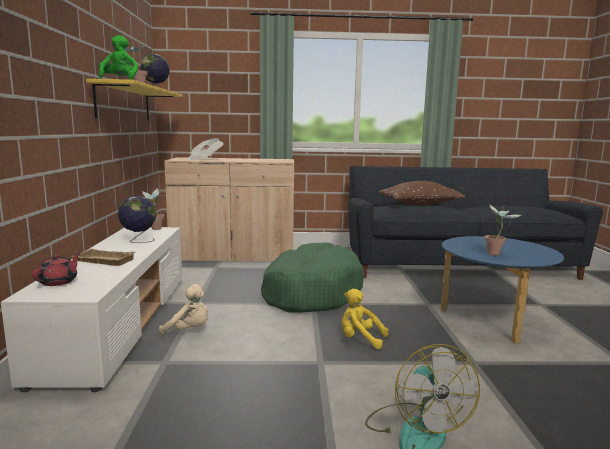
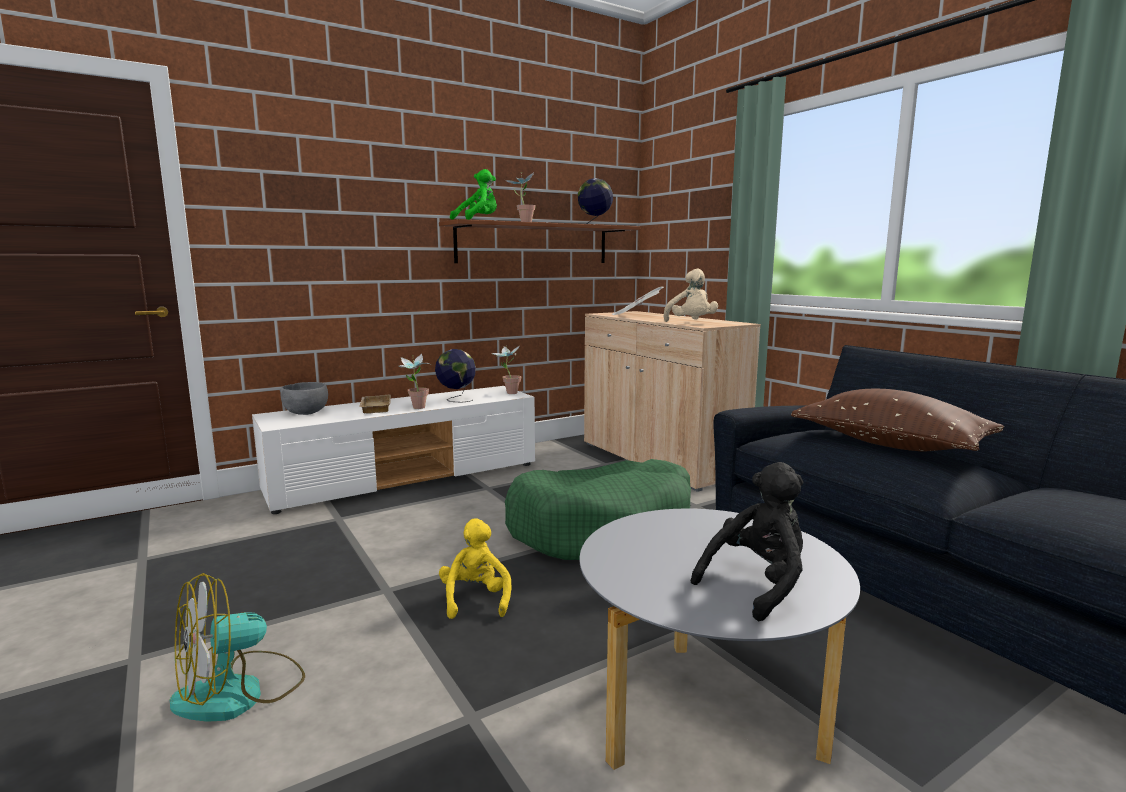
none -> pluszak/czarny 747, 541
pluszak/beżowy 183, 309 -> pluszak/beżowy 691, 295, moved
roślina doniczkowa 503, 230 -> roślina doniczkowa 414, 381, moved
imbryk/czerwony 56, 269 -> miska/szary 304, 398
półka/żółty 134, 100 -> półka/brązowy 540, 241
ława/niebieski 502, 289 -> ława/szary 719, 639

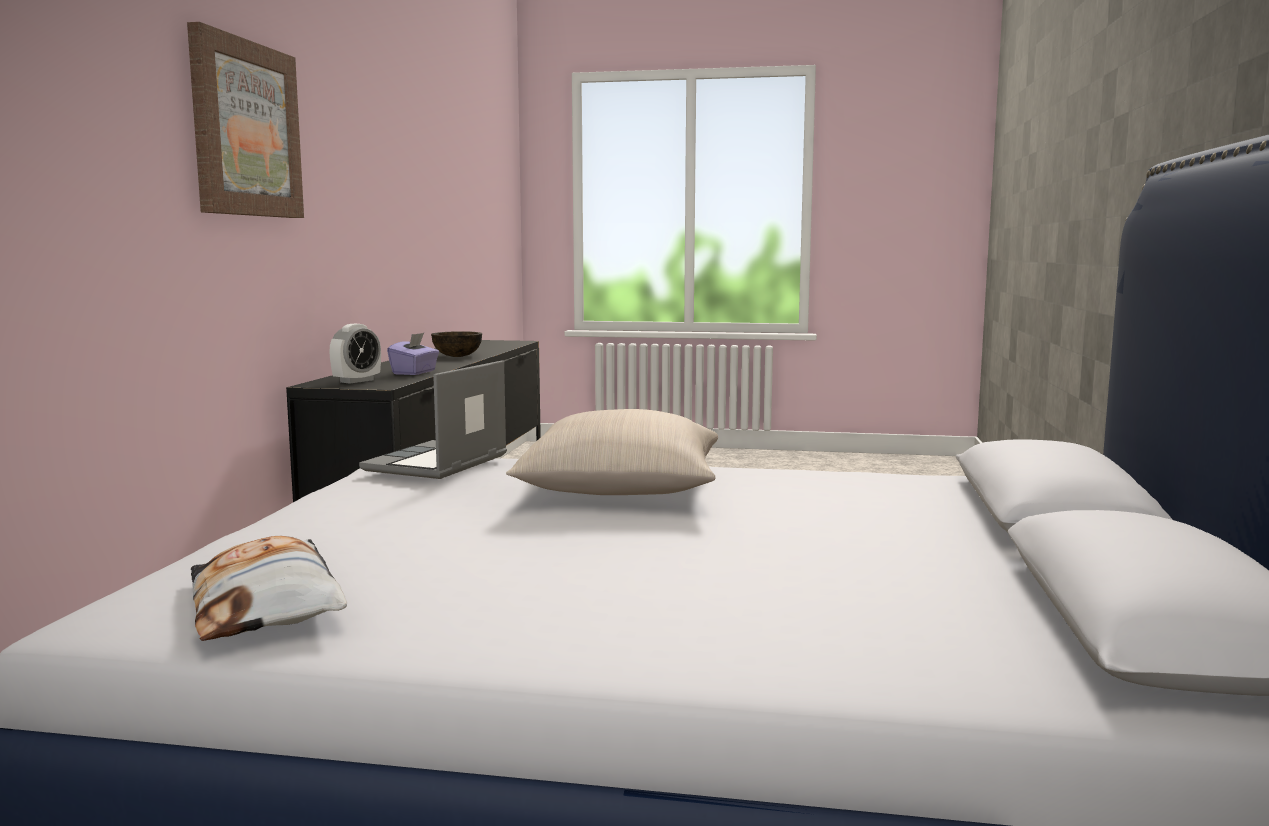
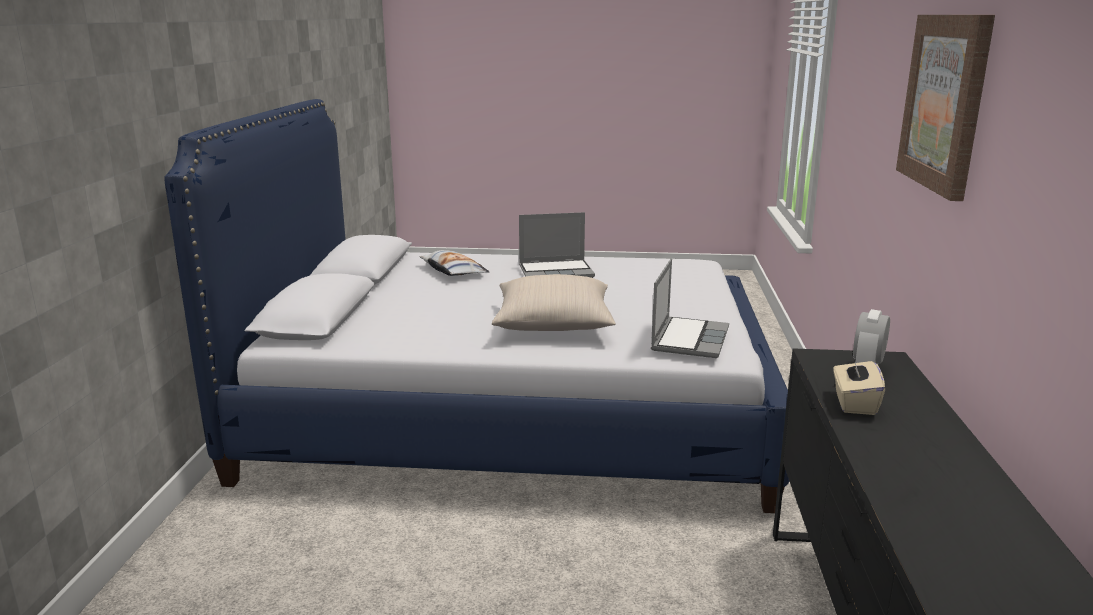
miska/brązowy 456, 344 -> none
none -> laptop 557, 245
poduszka 269, 588 -> poduszka 454, 263, moved
pudełko chusteczek/fioletowy 413, 354 -> pudełko chusteczek/beżowy 859, 384

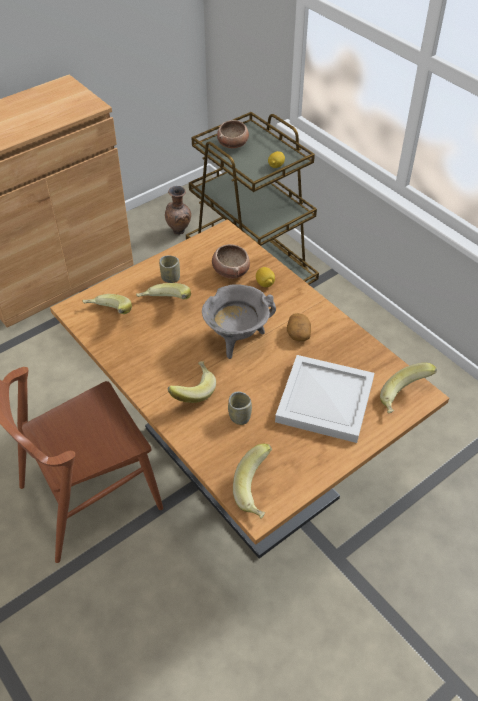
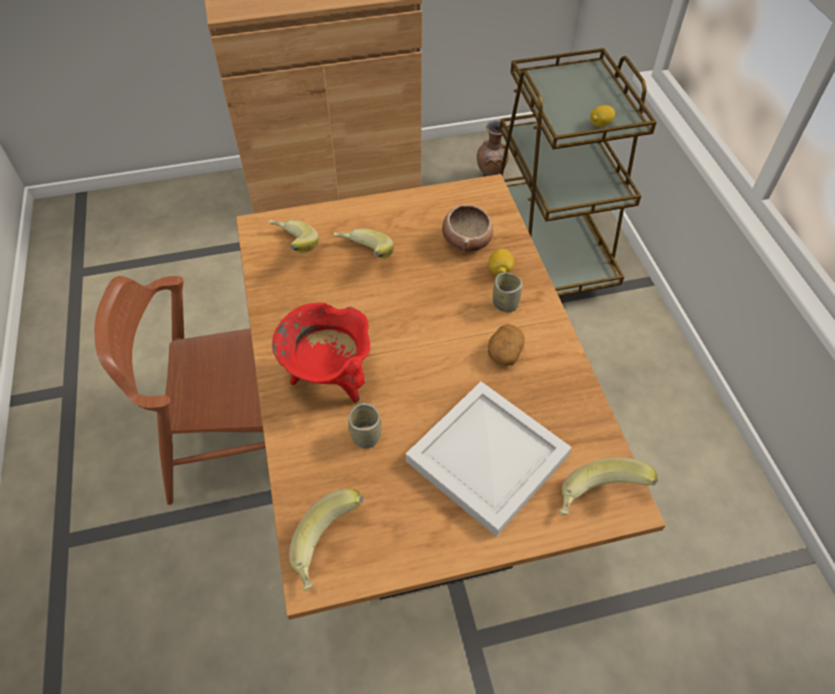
garnek/szary 239, 321 -> none
miska 233, 134 -> none
filiżanka 169, 269 -> filiżanka 508, 292, moved
banan 191, 382 -> garnek/czerwony 321, 353

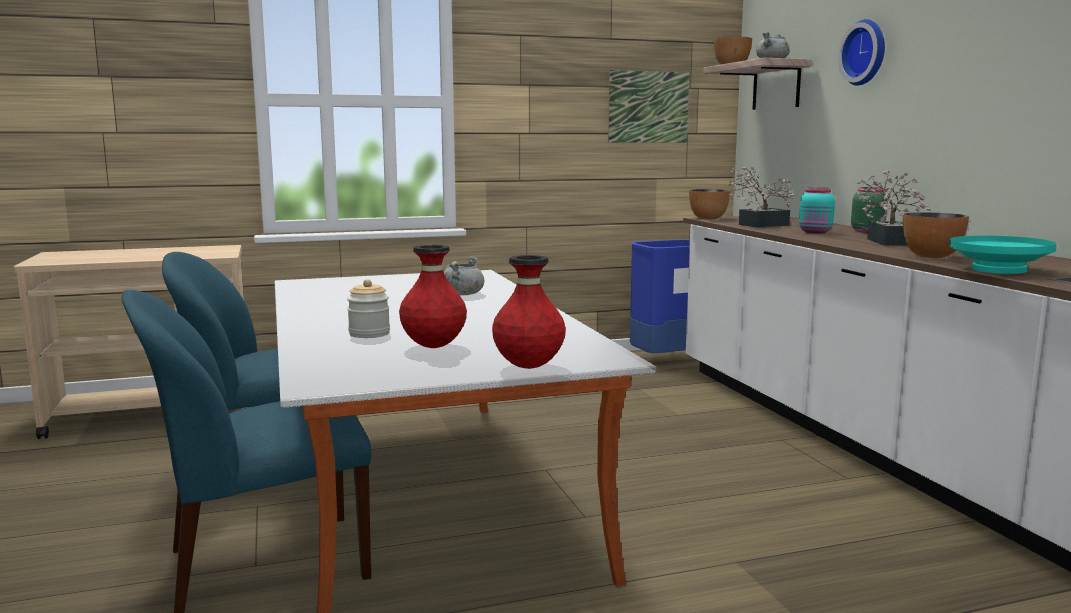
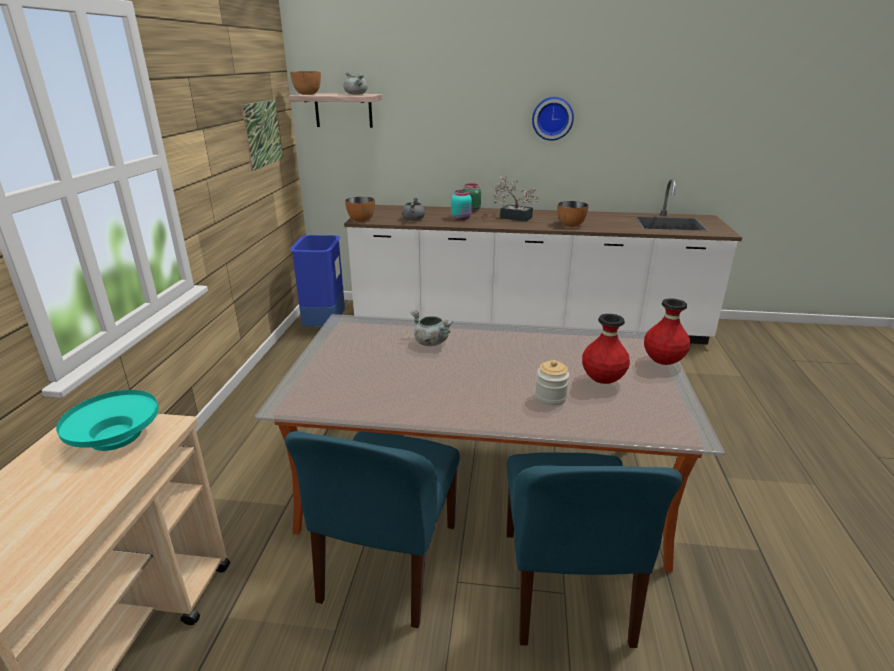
zegar ścienny 861, 52 -> zegar ścienny 553, 119, moved
miska/turkusowy 1003, 255 -> miska/turkusowy 107, 420, moved
roślina doniczkowa 761, 196 -> garnek/szary 413, 209

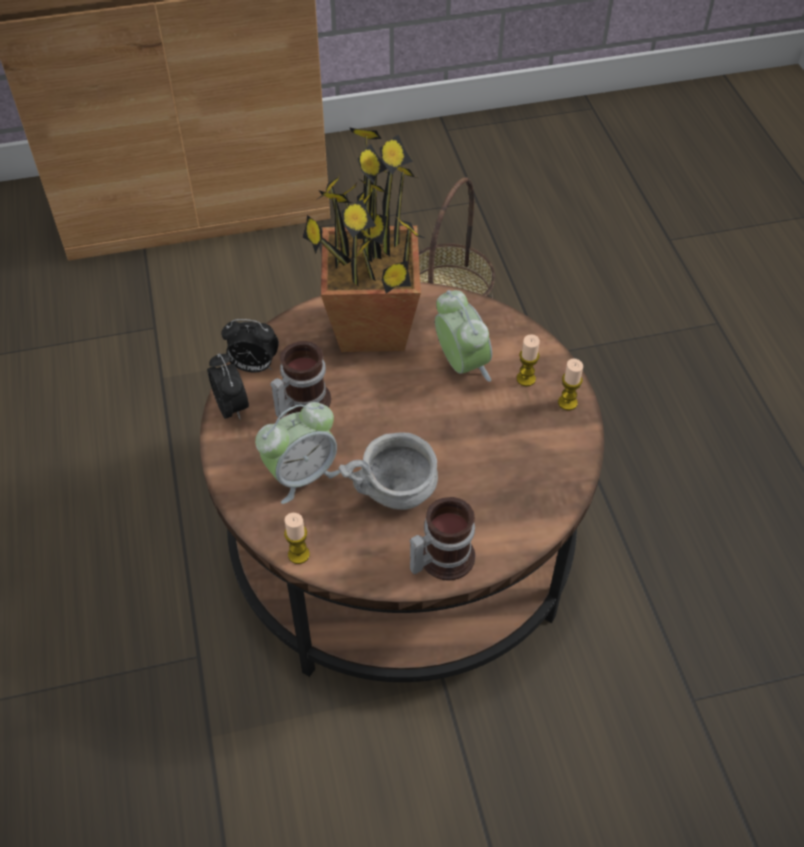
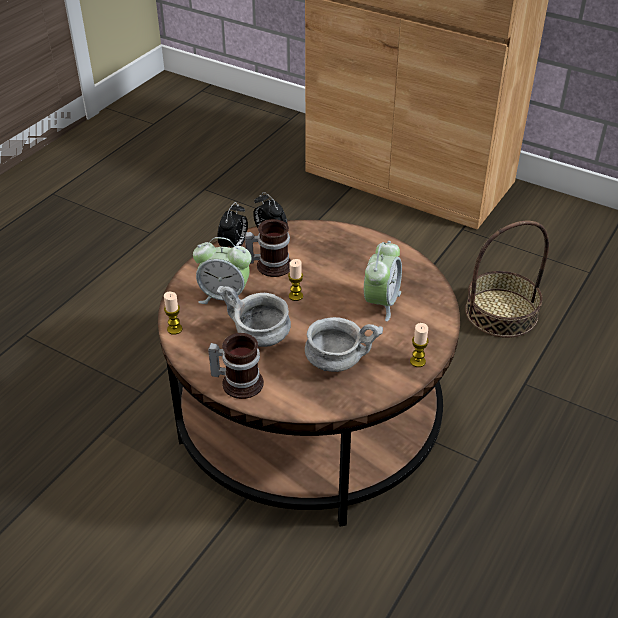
roślina doniczkowa 363, 239 -> none
none -> miska/szary 344, 344
świeca 528, 360 -> świeca 295, 280, moved

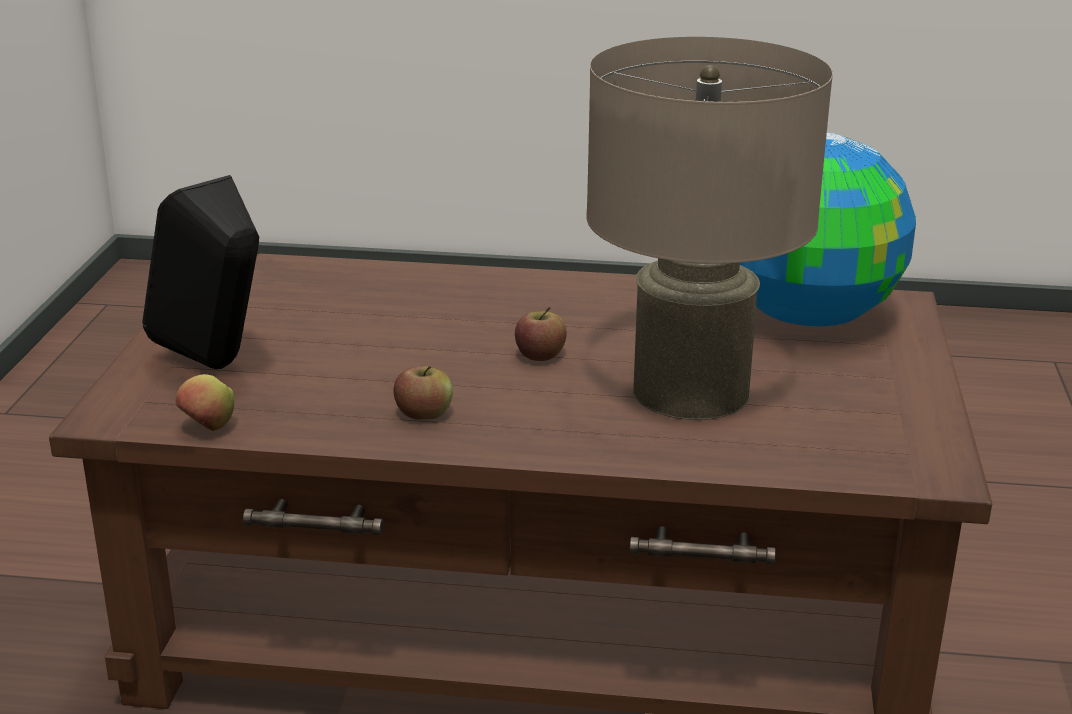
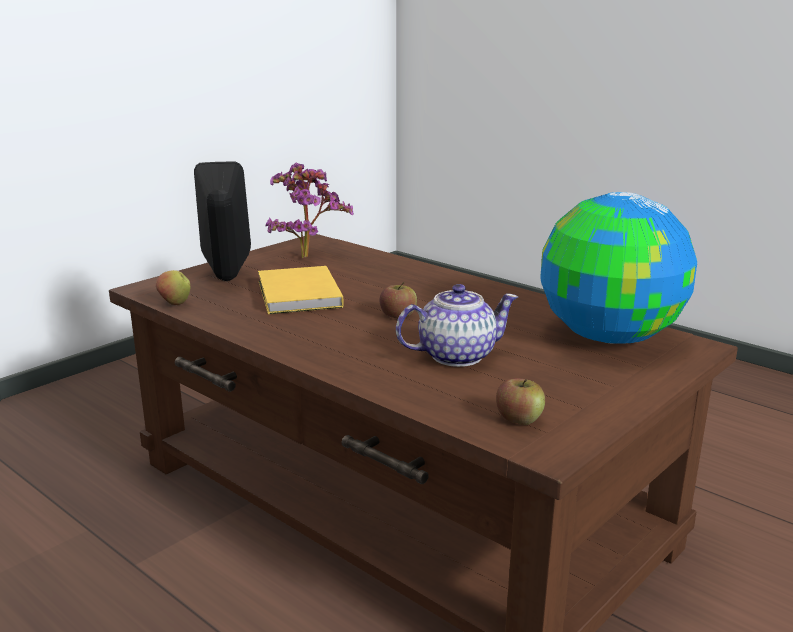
none -> książka/żółty 301, 290
none -> roślina doniczkowa 310, 210
jabłko 423, 393 -> jabłko 520, 401, moved
lampa stołowa/beżowy 709, 228 -> imbryk 457, 325

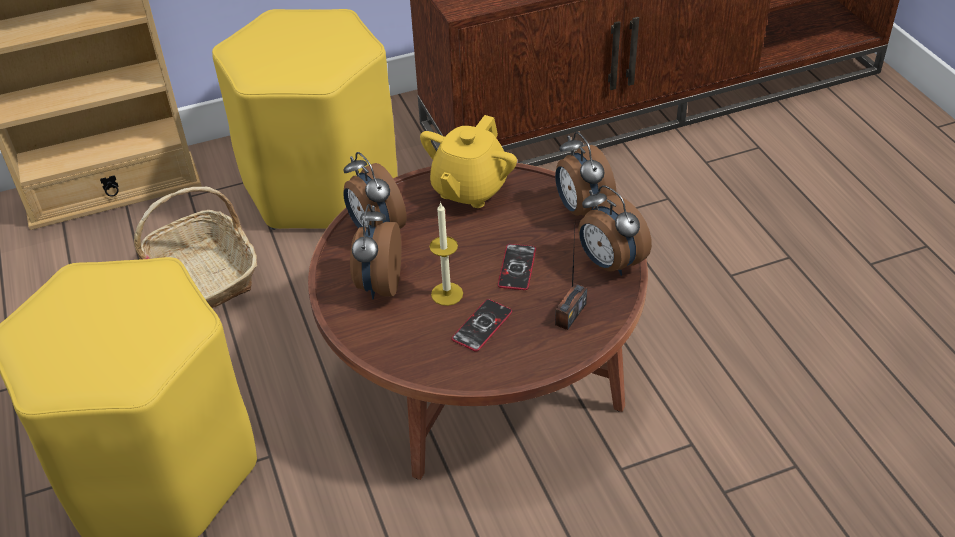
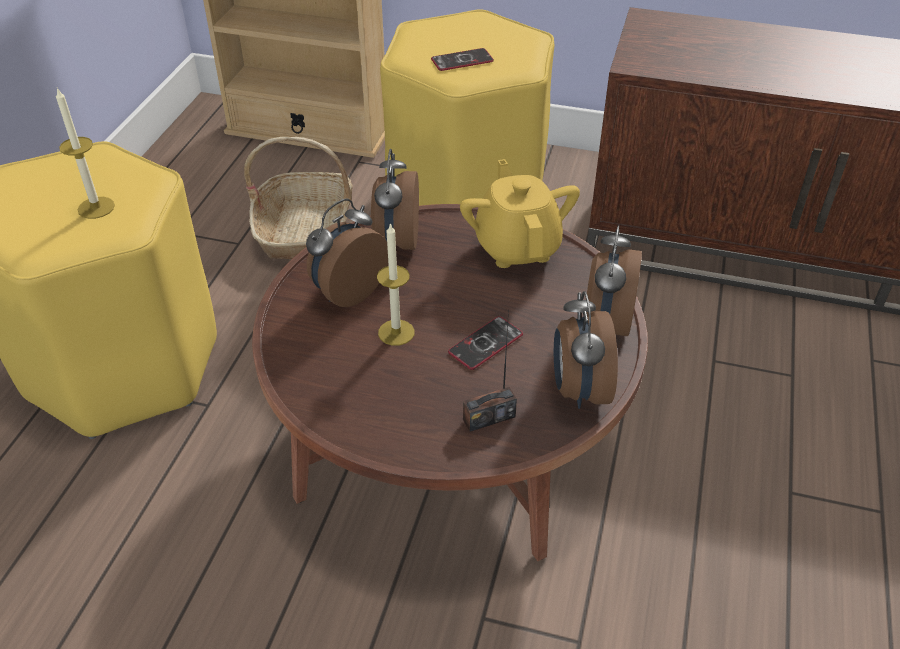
none -> świeca 85, 153
telefon 481, 325 -> telefon 462, 59, moved
imbryk/żółty 468, 161 -> imbryk/żółty 520, 213, 105 degrees clockwise

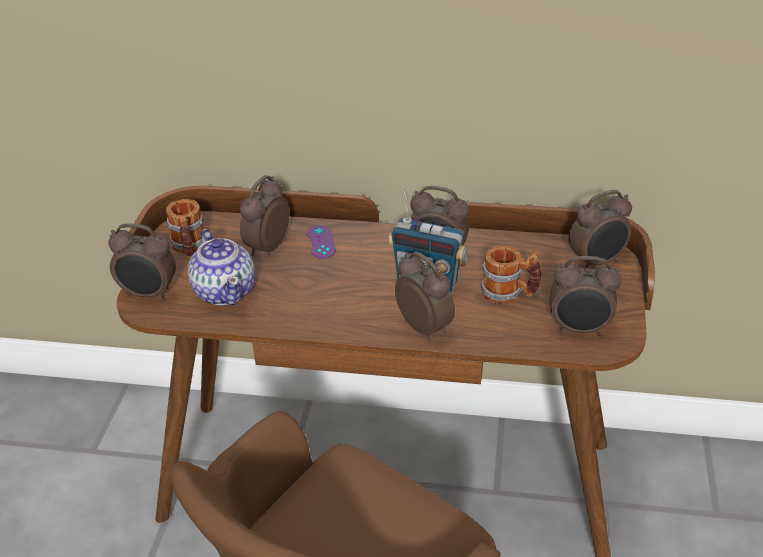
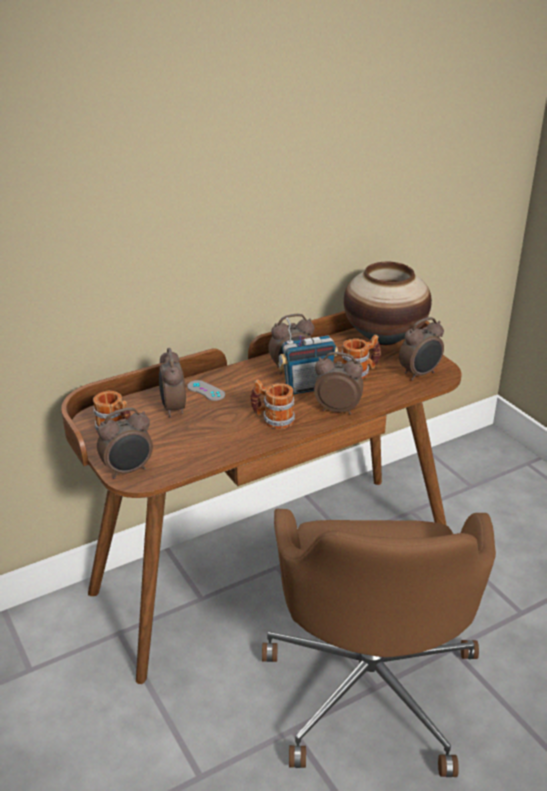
imbryk 221, 267 -> none
none -> kubek 272, 404
budzik 600, 229 -> wazon 388, 303
pad do gier/fioletowy 321, 242 -> pad do gier/szary 206, 390

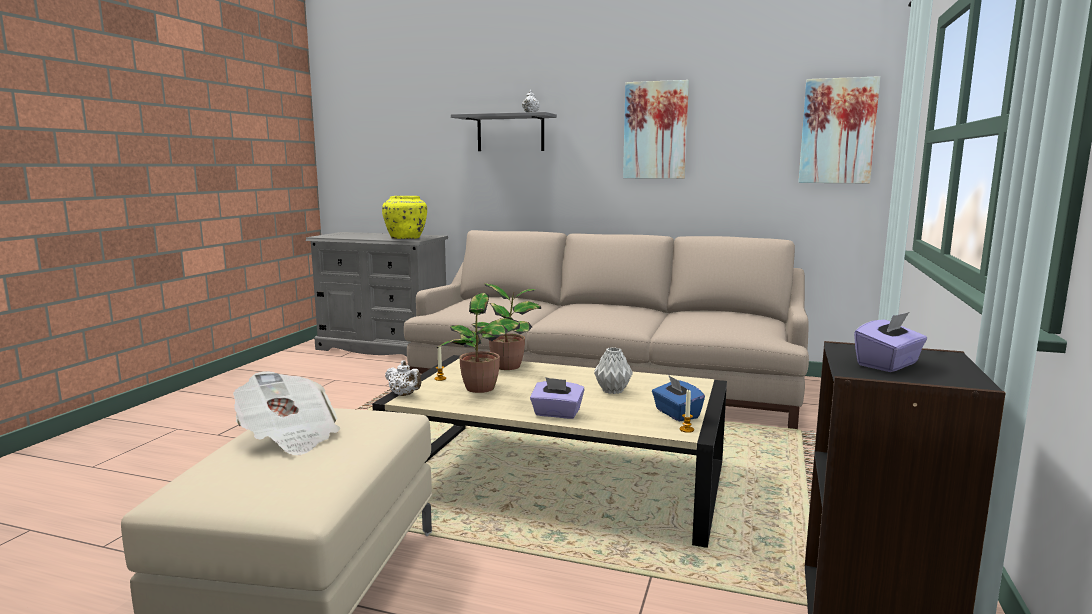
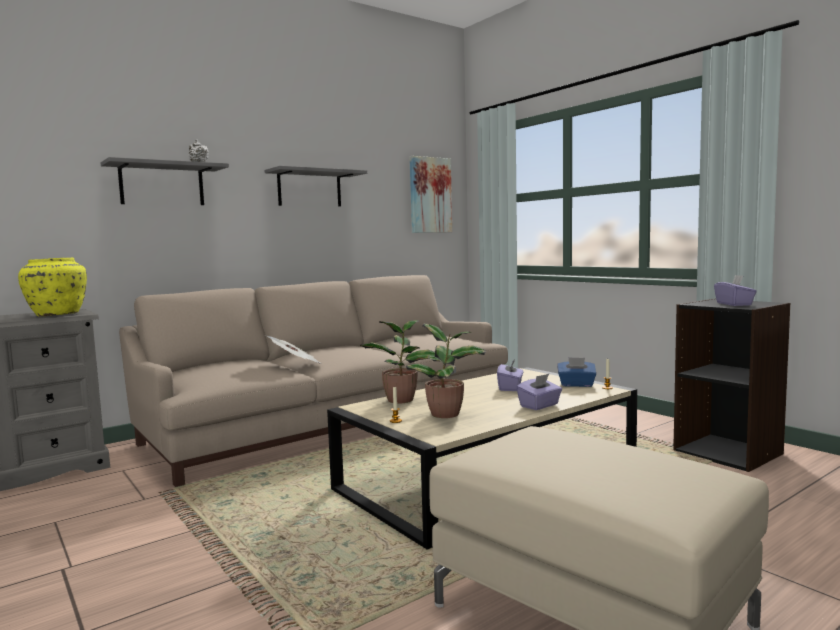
imbryk/biały 403, 378 -> none
gazeta 286, 413 -> gazeta 293, 349, moved
wazon/szary 613, 370 -> pudełko chusteczek/fioletowy 510, 374
obraz 656, 129 -> półka/szary 316, 186

